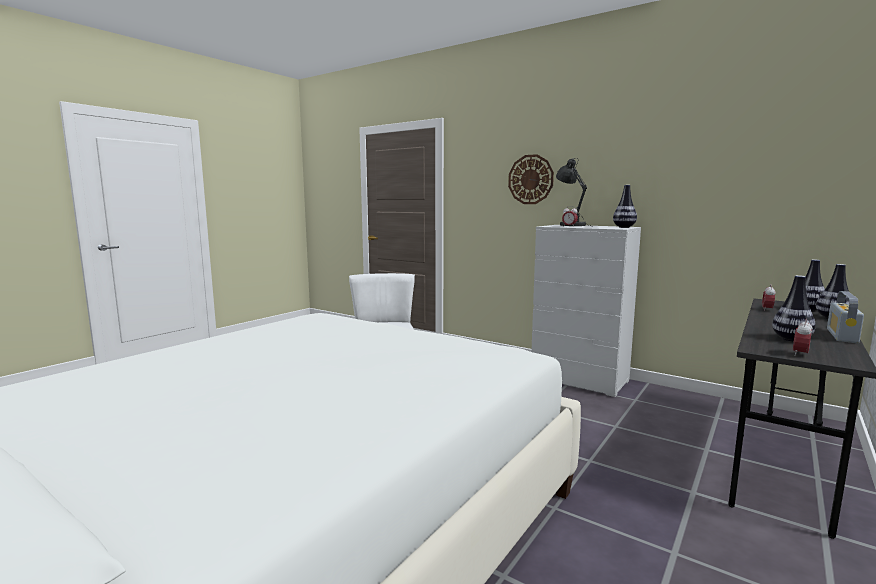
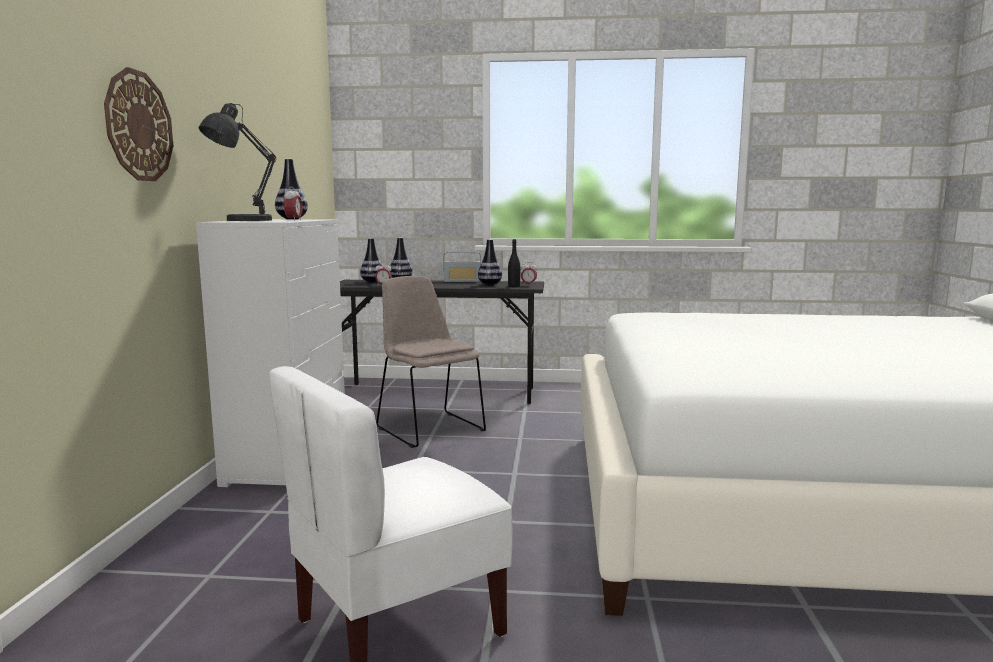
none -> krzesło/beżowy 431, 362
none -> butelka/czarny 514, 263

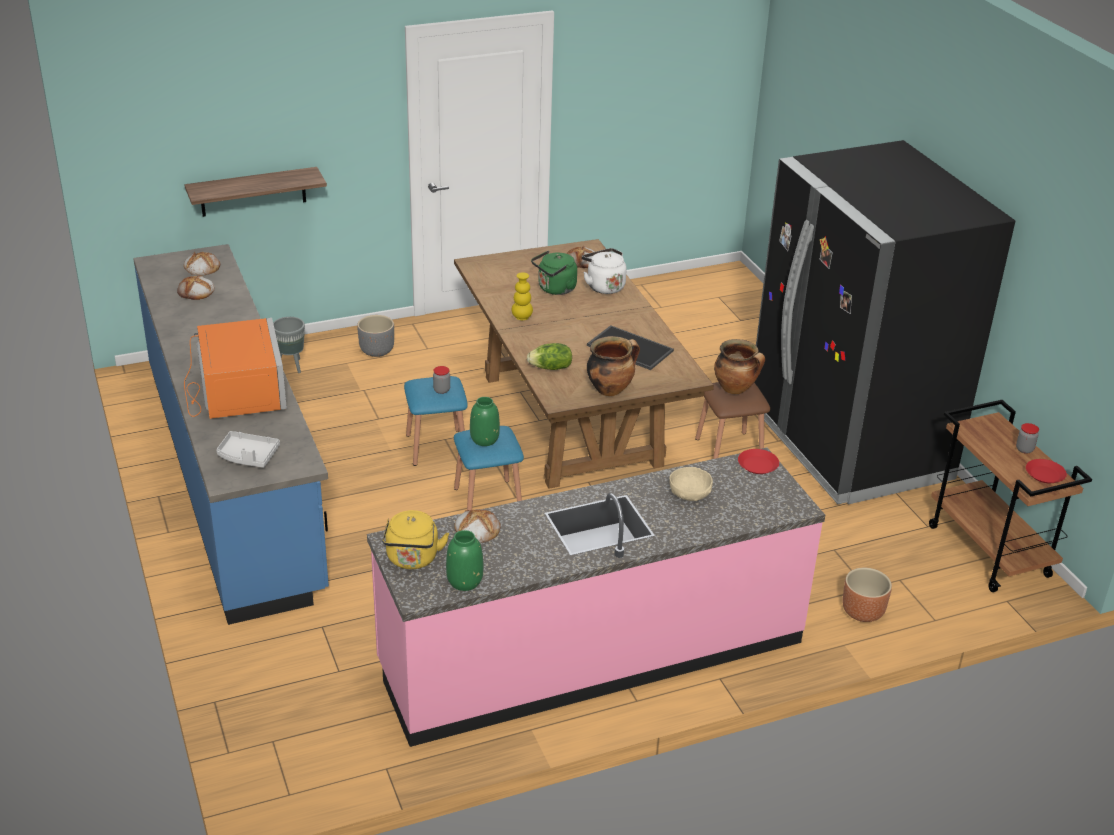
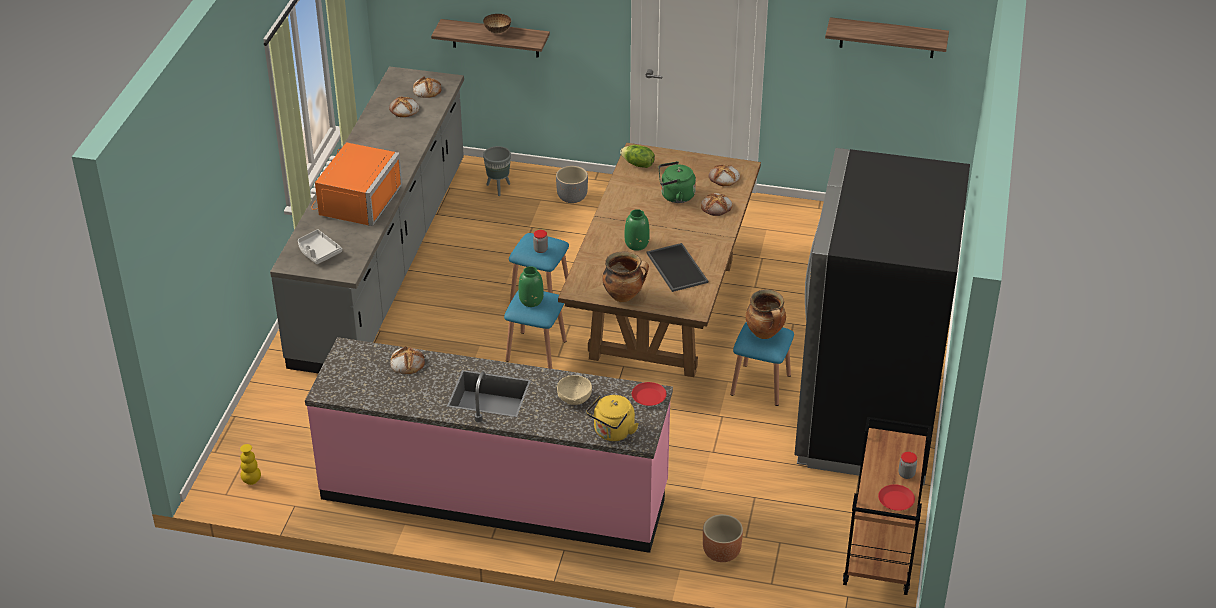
none -> miska 497, 23
none -> półka 887, 37
czajnik/żółty 415, 539 -> czajnik/żółty 612, 418, moved
wazon/zielony 464, 560 -> wazon/zielony 637, 230, moved
wazon/żółty 522, 296 -> wazon/żółty 250, 464, moved
sałata 549, 356 -> sałata 637, 156, moved
czajnik/biały 604, 271 -> chleb 717, 204
zabudowa kuchenna/niebieski 231, 434 -> zabudowa kuchenna/szary 367, 220
stołek/brązowy 732, 420 -> stołek/niebieski 762, 364

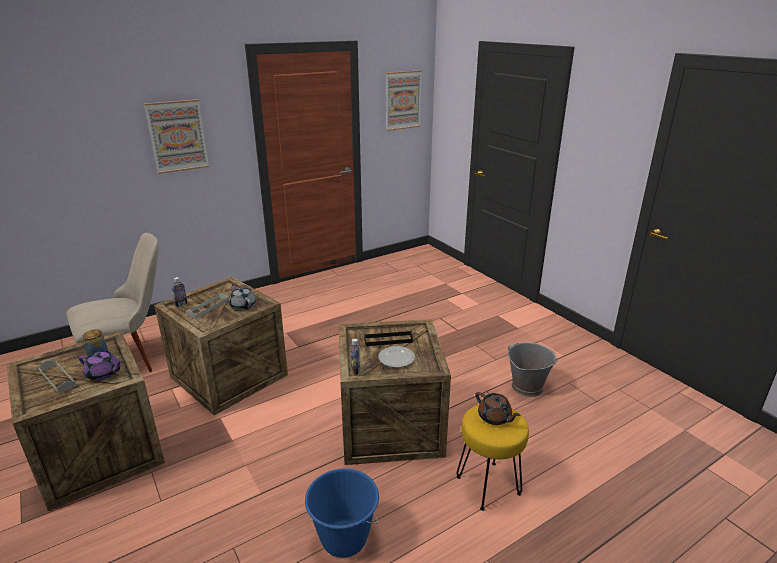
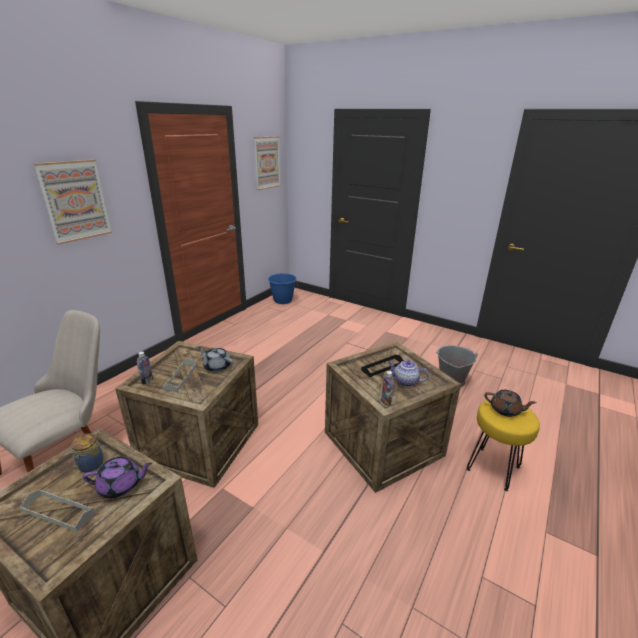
wiadro/niebieski 342, 513 -> wiadro/niebieski 282, 288, moved
talerz 396, 357 -> imbryk 408, 373

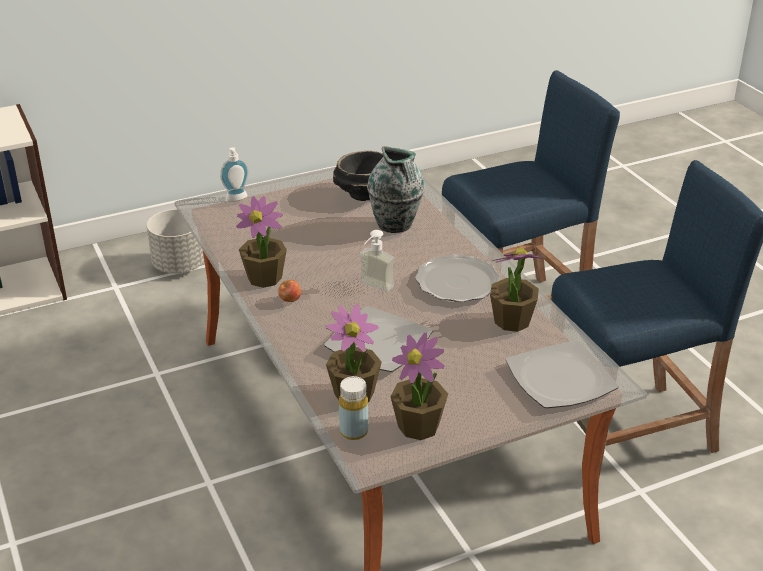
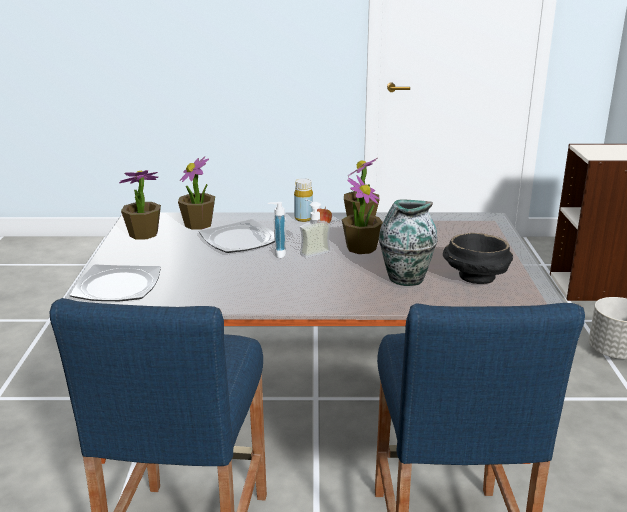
talerz 458, 278 -> none
dozownik mydła 234, 174 -> dozownik mydła 277, 230, moved
butelka/żółty 353, 408 -> butelka/żółty 303, 200, moved
roślina doniczkowa 517, 290 -> roślina doniczkowa 362, 214, moved

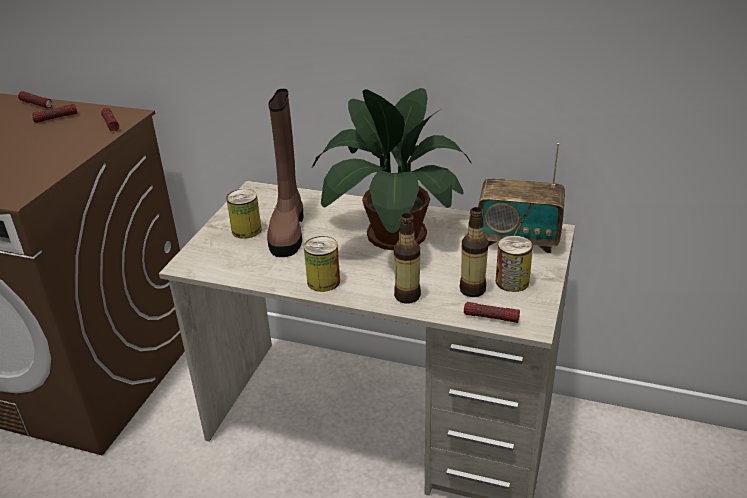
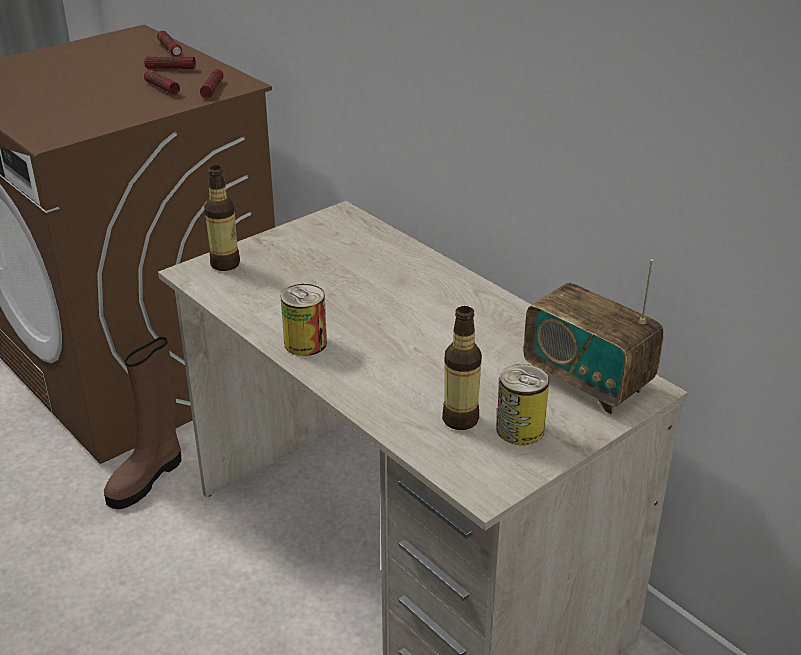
puszka 244, 214 -> none
roślina doniczkowa 391, 169 -> none
but z cholewką/brązowy 285, 173 -> but z cholewką/brązowy 143, 423, moved
butelka 407, 258 -> butelka 222, 218, moved
latarka 492, 312 -> latarka 162, 82, moved

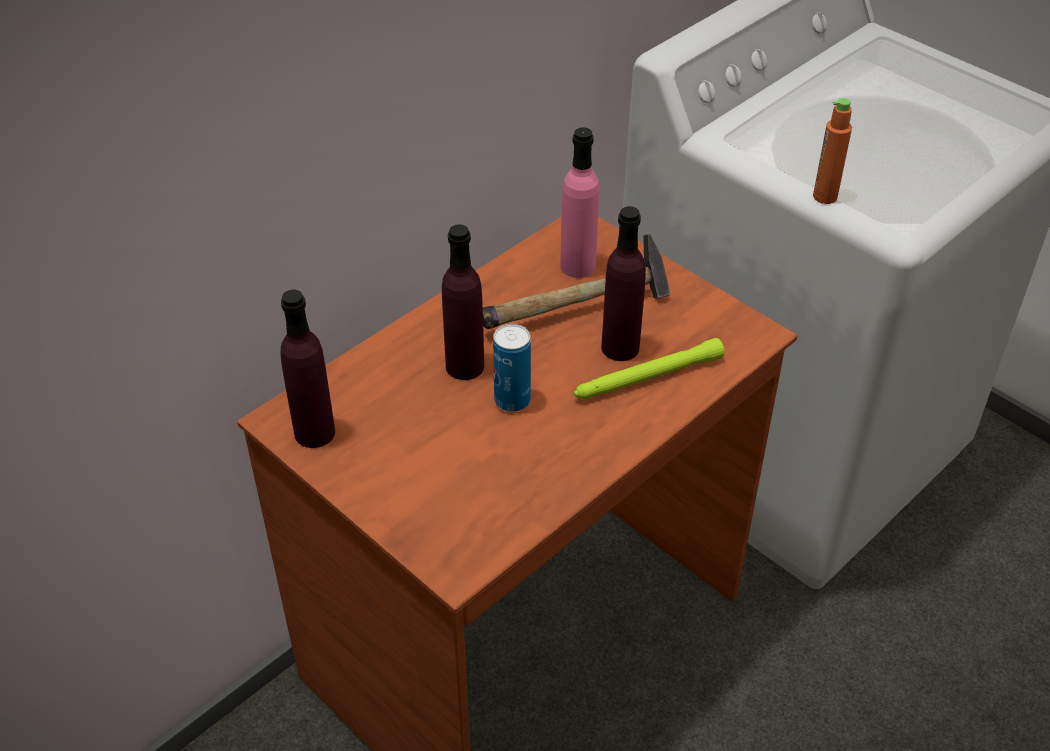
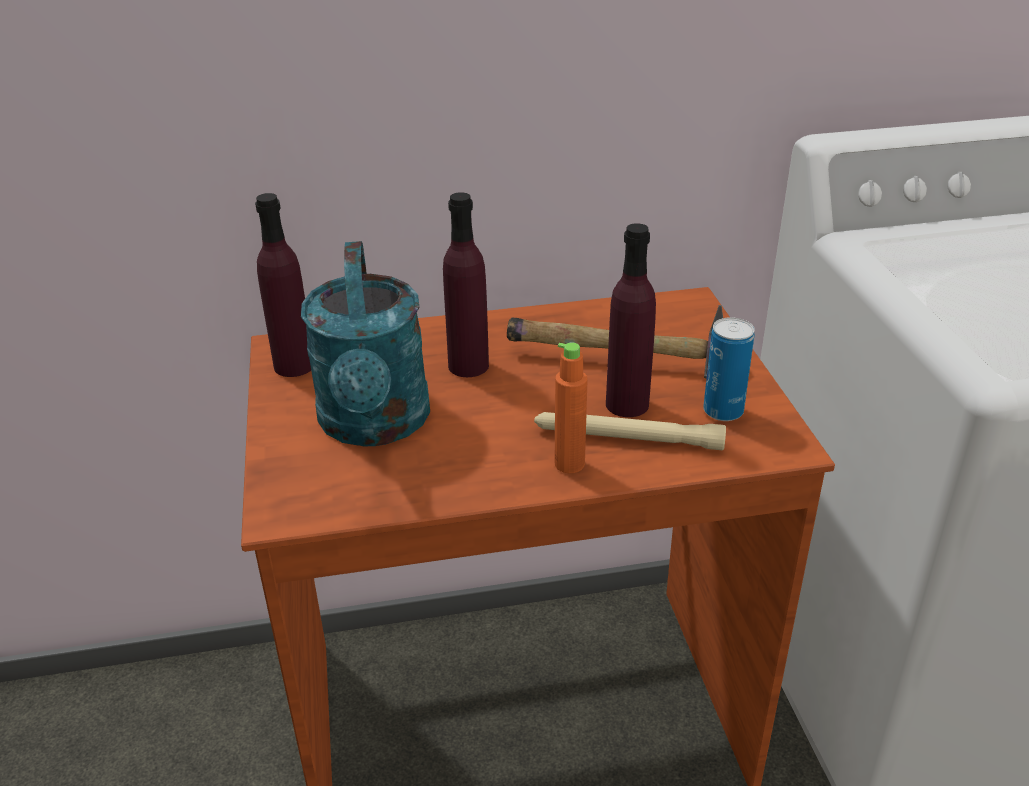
butelka/różowy 579, 202 -> none
none -> konewka/turkusowy 365, 343
puszka 512, 368 -> puszka 729, 369, moved
butelka/pomarańczowy 832, 151 -> butelka/pomarańczowy 571, 407, moved
latarka/zielony 649, 368 -> latarka/beżowy 630, 431

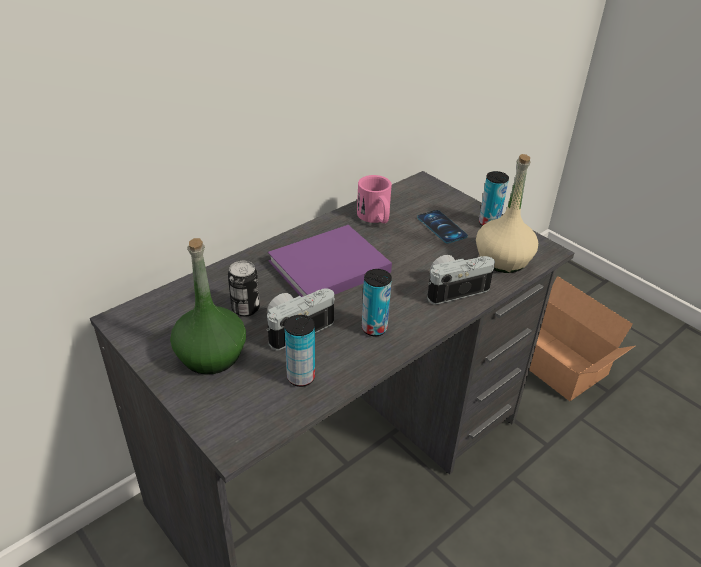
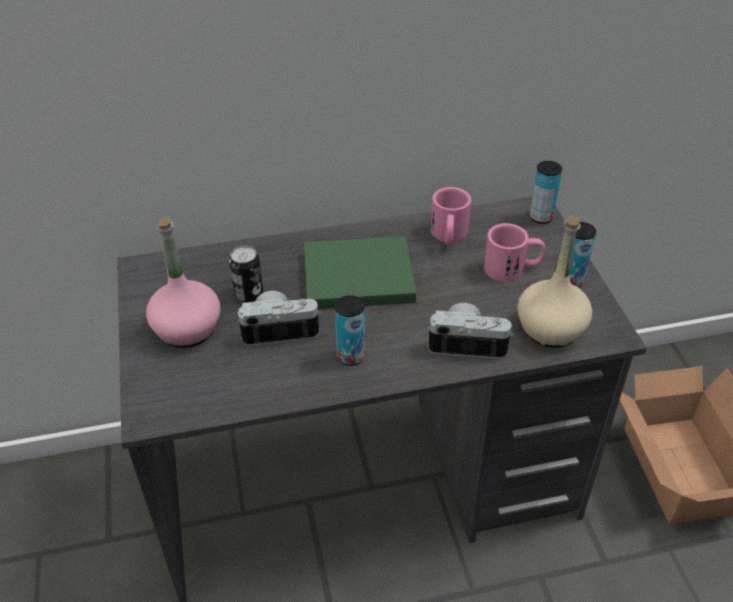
puszka 300, 351 -> puszka 546, 192, moved
telefon 442, 227 -> kubek/różowy 514, 252
butelka/zielony 208, 306 -> butelka/różowy 183, 282
książka/fioletowy 330, 261 -> książka/zielony 360, 272

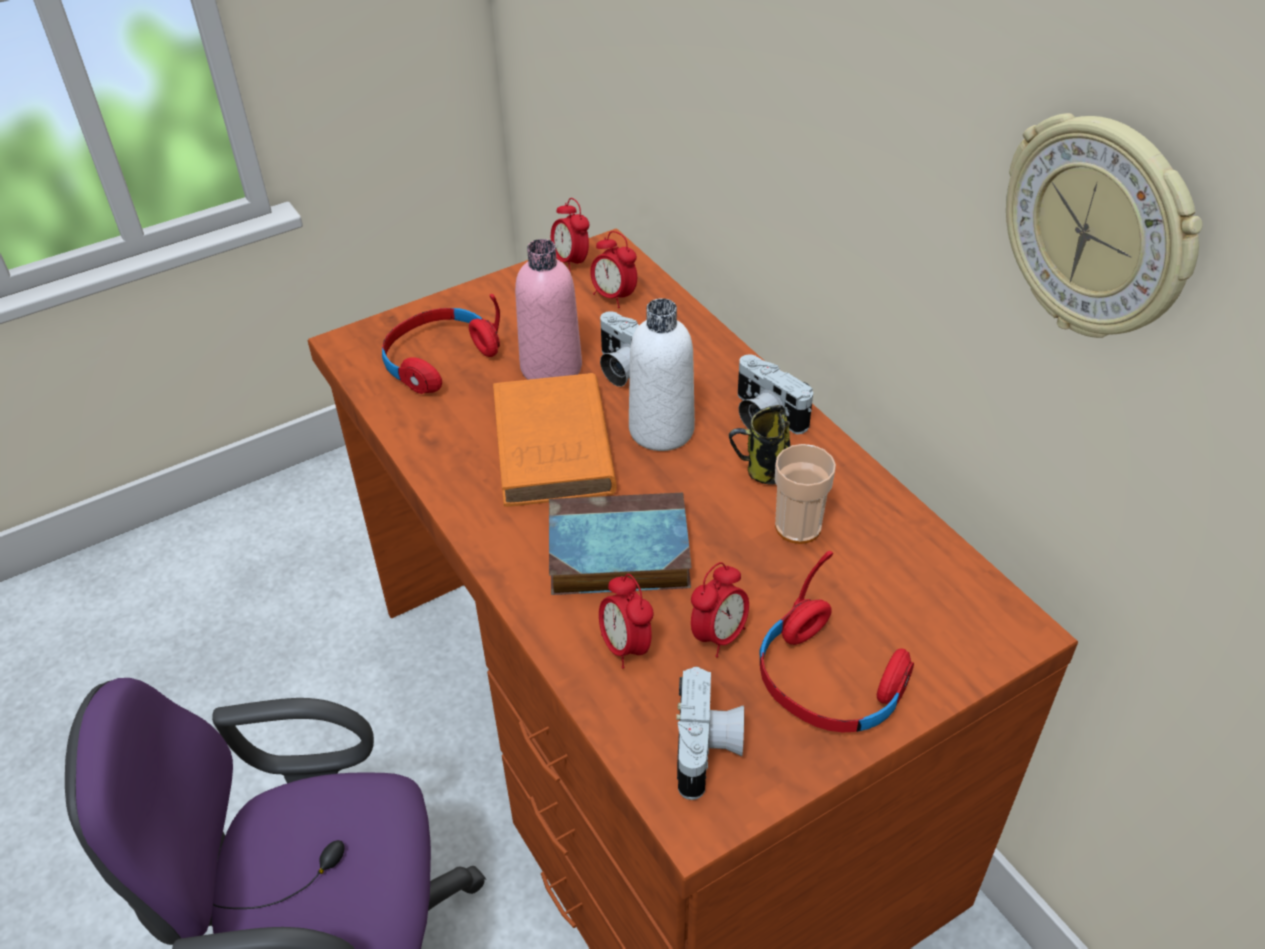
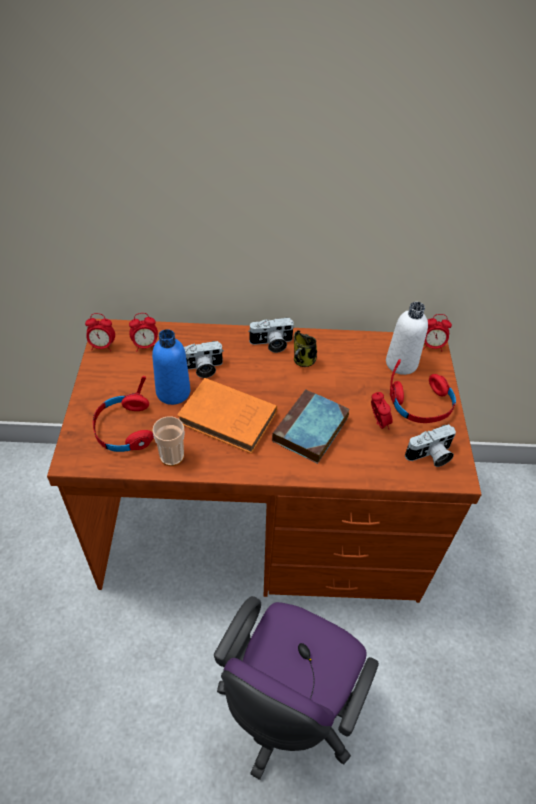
zegar ścienny 1104, 225 -> none
budzik 626, 621 -> budzik 437, 332, moved
butelka/biały 662, 374 -> butelka/biały 407, 338, moved
filiżanka 805, 494 -> filiżanka 168, 441, moved
butelka/różowy 548, 309 -> butelka/niebieski 171, 367
aparat fotograficzny 710, 733 -> aparat fotograficzny 430, 445, 120 degrees clockwise

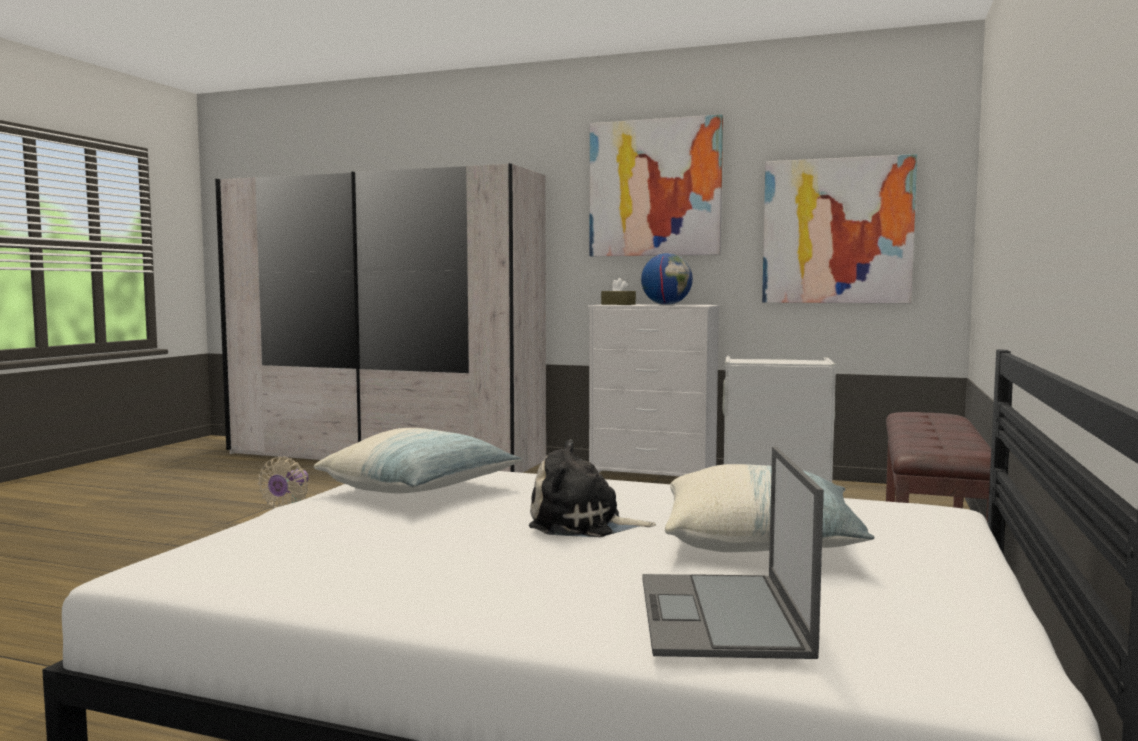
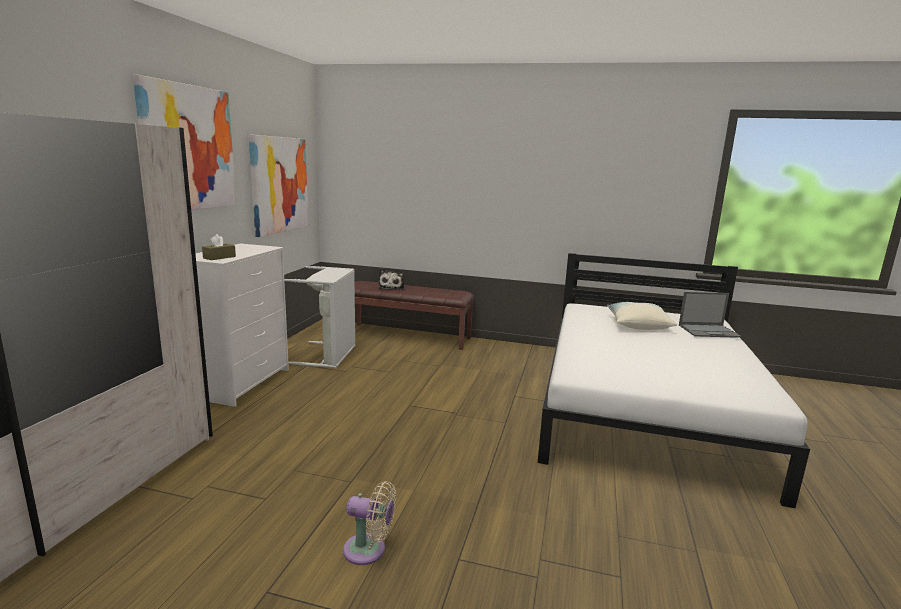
poduszka 418, 460 -> none
globus 667, 279 -> none
pluszak 592, 488 -> pluszak 392, 279, moved

